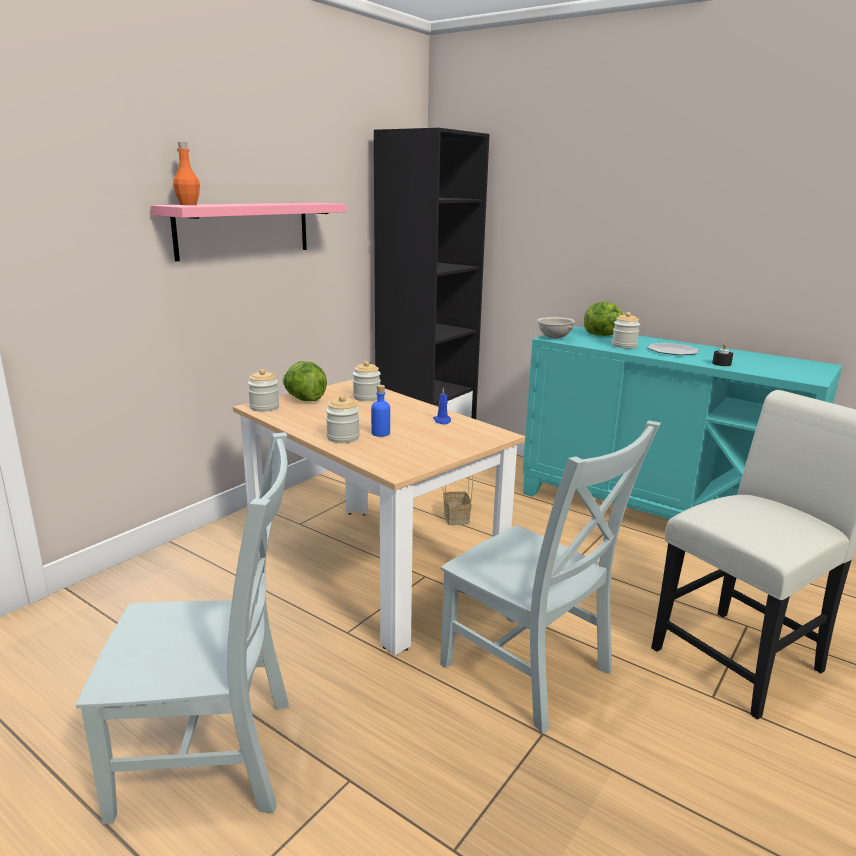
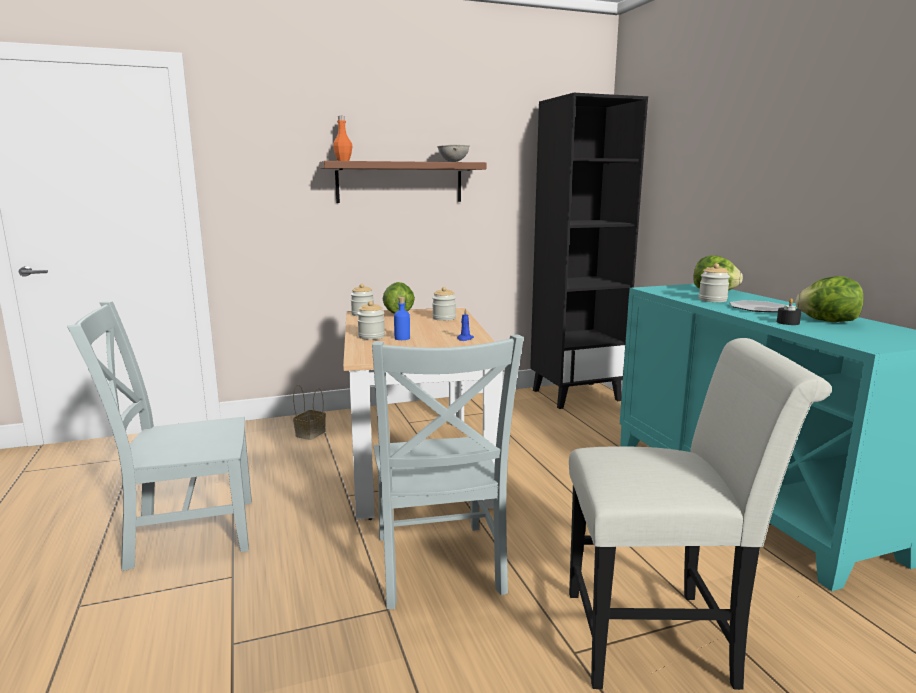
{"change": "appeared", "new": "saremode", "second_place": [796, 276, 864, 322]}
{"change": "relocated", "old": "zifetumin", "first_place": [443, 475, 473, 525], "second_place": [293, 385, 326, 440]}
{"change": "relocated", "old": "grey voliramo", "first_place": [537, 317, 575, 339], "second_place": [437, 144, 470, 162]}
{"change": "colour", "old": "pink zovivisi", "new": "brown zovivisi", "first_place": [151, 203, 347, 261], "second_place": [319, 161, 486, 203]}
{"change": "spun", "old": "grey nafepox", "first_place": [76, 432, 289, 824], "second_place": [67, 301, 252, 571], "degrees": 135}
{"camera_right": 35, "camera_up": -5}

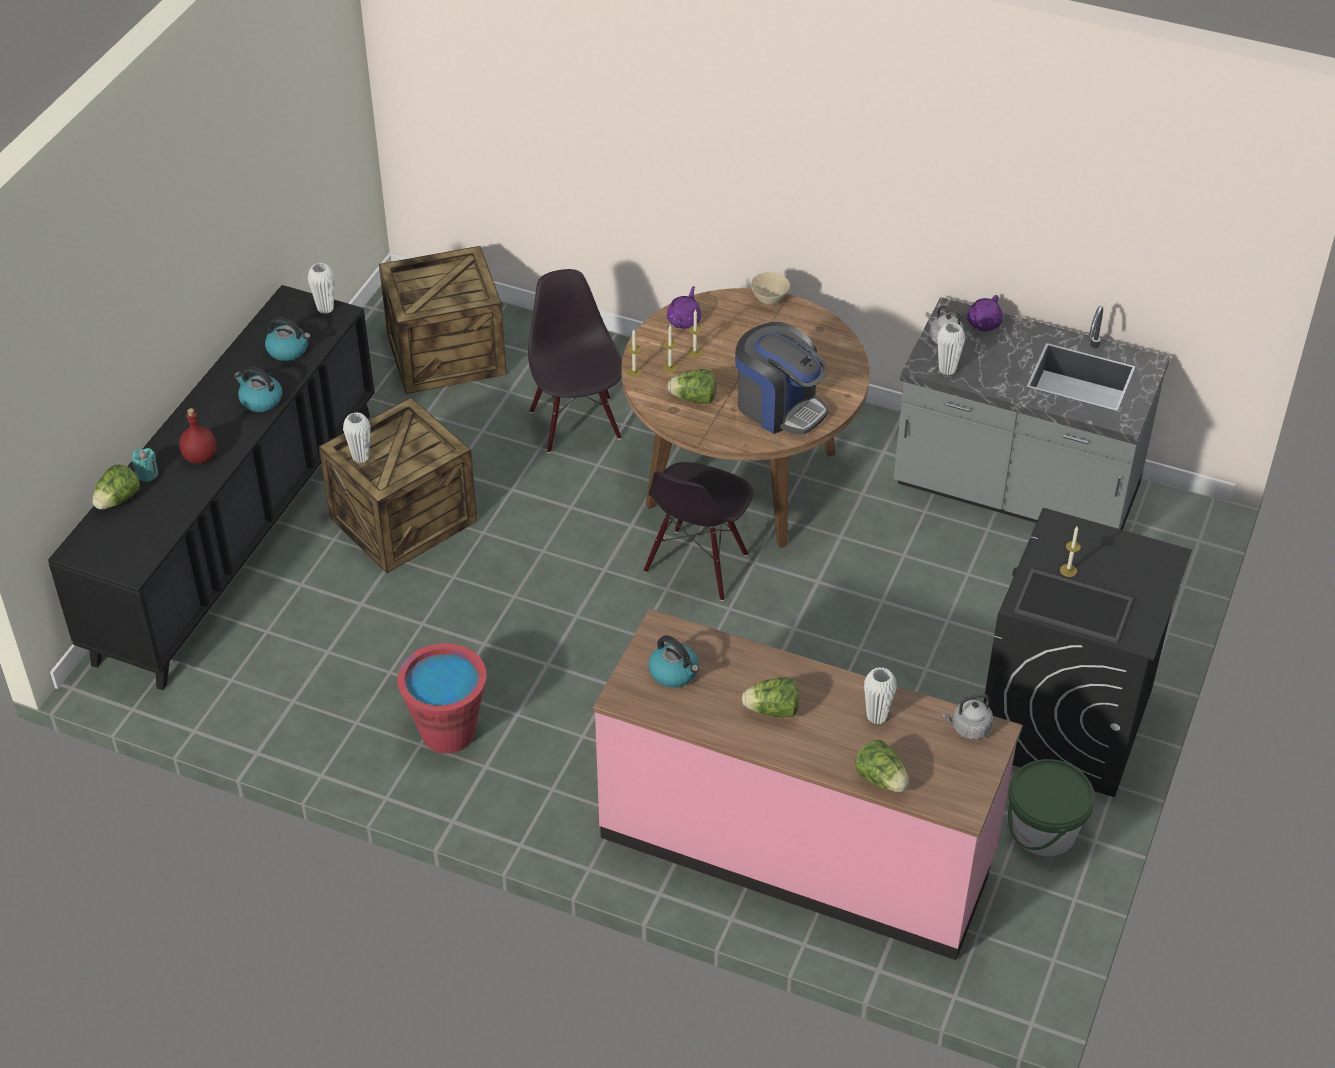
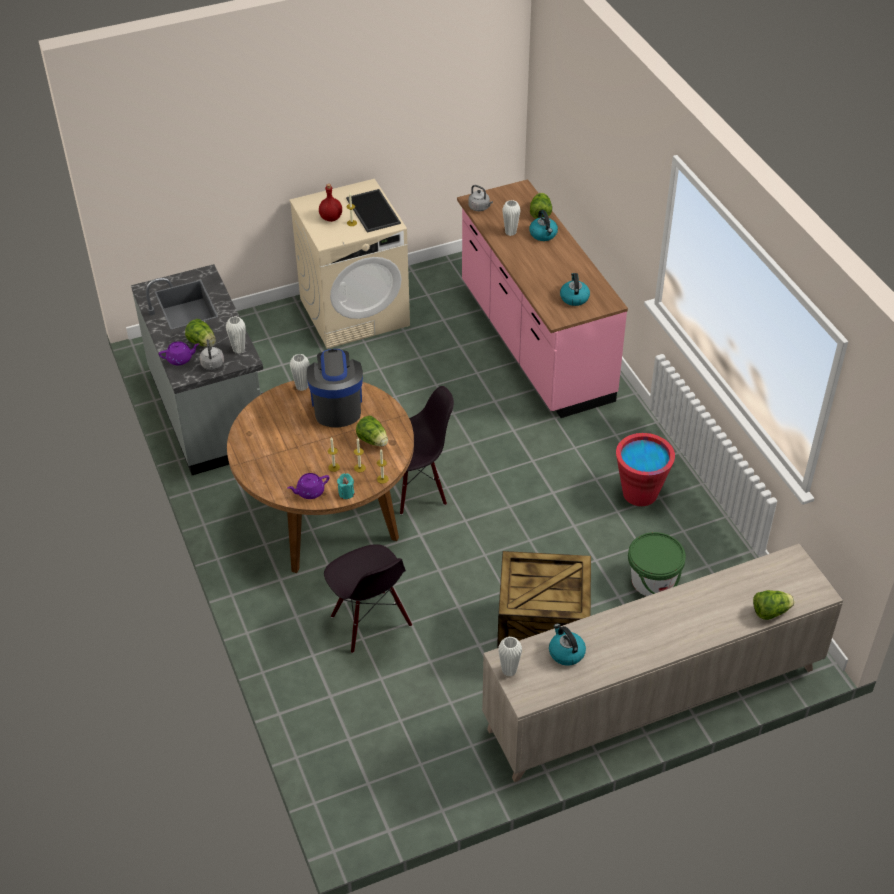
{"change": "missing", "old": "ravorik", "first_place": [379, 246, 507, 394]}
{"change": "missing", "old": "beige voliramo", "first_place": [751, 272, 790, 305]}
{"change": "relocated", "old": "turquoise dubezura", "first_place": [132, 448, 158, 482], "second_place": [337, 473, 355, 499]}
{"change": "relocated", "old": "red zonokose", "first_place": [179, 408, 217, 464], "second_place": [319, 184, 342, 222]}
{"change": "relocated", "old": "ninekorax", "first_place": [234, 367, 282, 412], "second_place": [529, 210, 558, 241]}
{"change": "relocated", "old": "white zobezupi", "first_place": [343, 412, 371, 464], "second_place": [290, 354, 310, 391]}
{"change": "relocated", "old": "saremode", "first_place": [742, 677, 799, 717], "second_place": [185, 319, 216, 347]}
{"change": "relocated", "old": "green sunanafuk", "first_place": [1008, 759, 1095, 856], "second_place": [628, 532, 686, 596]}
{"change": "colour", "old": "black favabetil", "new": "beige favabetil", "first_place": [48, 285, 375, 690], "second_place": [482, 543, 843, 782]}
{"change": "colour", "old": "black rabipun", "new": "beige rabipun", "first_place": [983, 508, 1192, 797], "second_place": [289, 179, 410, 349]}
{"change": "spun", "old": "black nafepox", "first_place": [528, 269, 622, 453], "second_place": [324, 544, 412, 653], "degrees": -60}
{"camera_right": -135, "camera_up": 0}

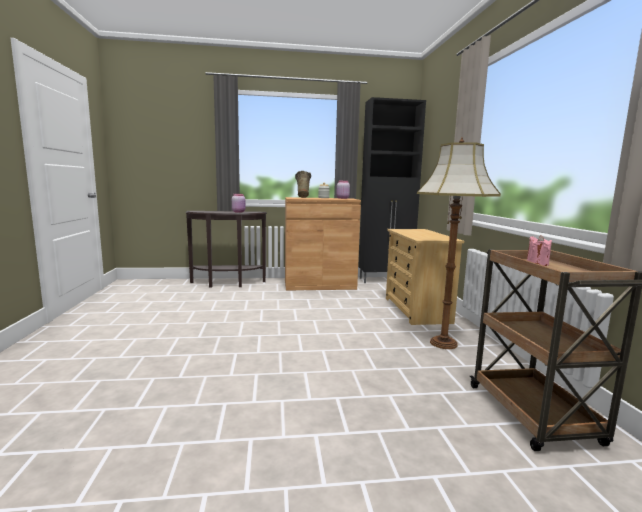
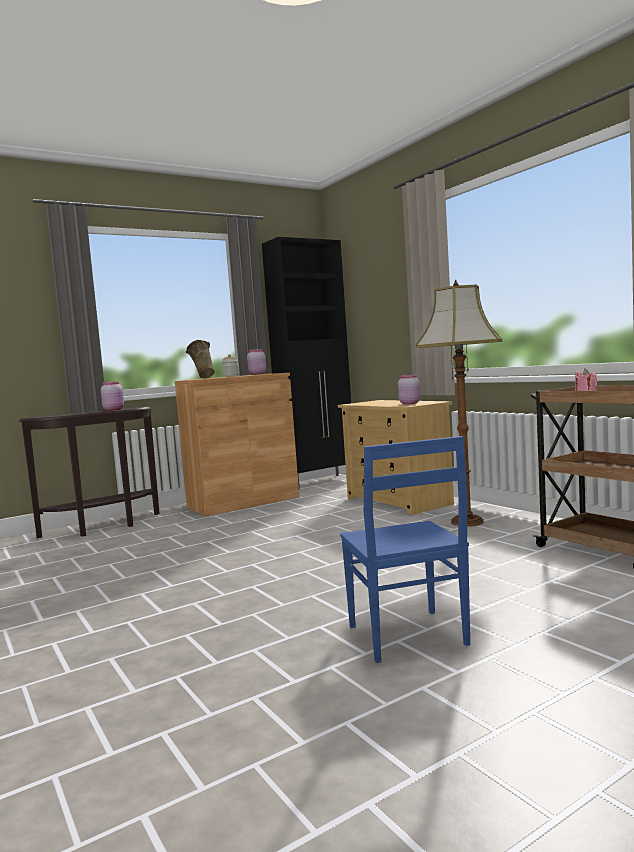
{"change": "appeared", "new": "blue nafepox", "second_place": [340, 436, 470, 663]}
{"change": "appeared", "new": "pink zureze", "second_place": [398, 374, 420, 404]}
{"camera_right": -25, "camera_up": -5}

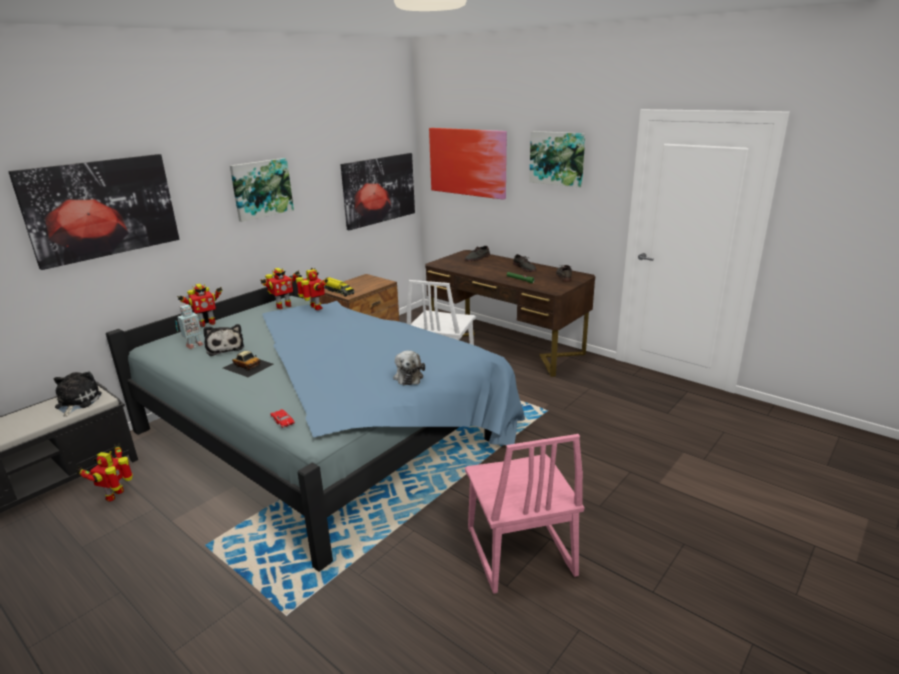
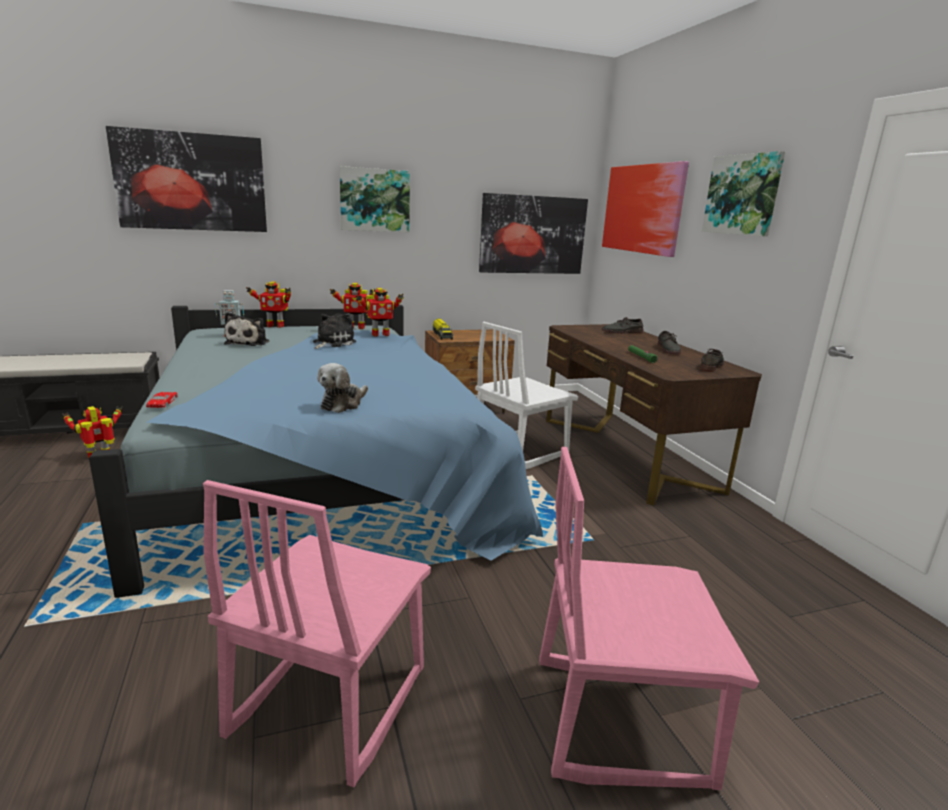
{"change": "missing", "old": "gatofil", "first_place": [223, 351, 274, 377]}
{"change": "appeared", "new": "pink nafepox", "second_place": [539, 447, 759, 790]}
{"change": "relocated", "old": "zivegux", "first_place": [54, 372, 102, 417], "second_place": [313, 313, 356, 349]}
{"change": "spun", "old": "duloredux", "first_place": [296, 268, 328, 310], "second_place": [356, 288, 404, 337], "degrees": 75}
{"camera_right": 30, "camera_up": -5}

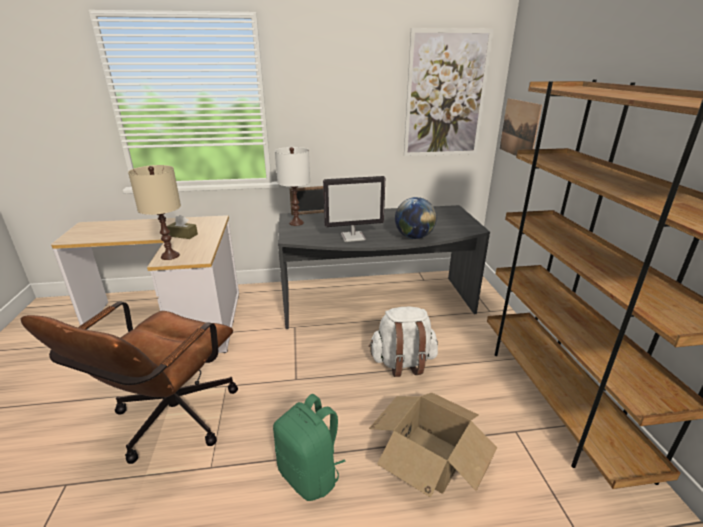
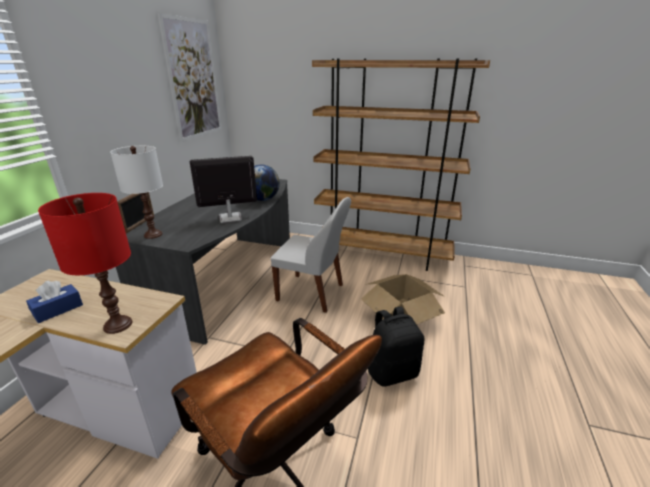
{"change": "missing", "old": "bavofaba", "first_place": [500, 98, 542, 156]}
{"change": "exchanged", "old": "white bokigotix", "new": "white nafepox", "first_place": [369, 307, 438, 377], "second_place": [270, 197, 351, 313]}
{"change": "colour", "old": "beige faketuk", "new": "red faketuk", "first_place": [128, 165, 181, 260], "second_place": [38, 193, 133, 334]}
{"change": "colour", "old": "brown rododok", "new": "blue rododok", "first_place": [167, 215, 198, 239], "second_place": [26, 281, 83, 323]}
{"change": "colour", "old": "green bokigotix", "new": "black bokigotix", "first_place": [273, 394, 346, 501], "second_place": [368, 306, 424, 387]}
{"change": "spun", "old": "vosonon", "first_place": [323, 176, 385, 242], "second_place": [190, 156, 257, 223], "degrees": -120}
{"camera_right": -65, "camera_up": 0}

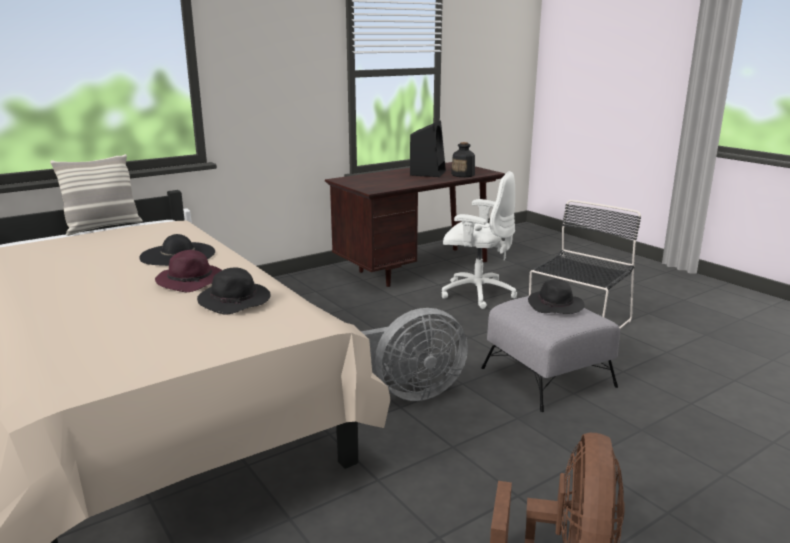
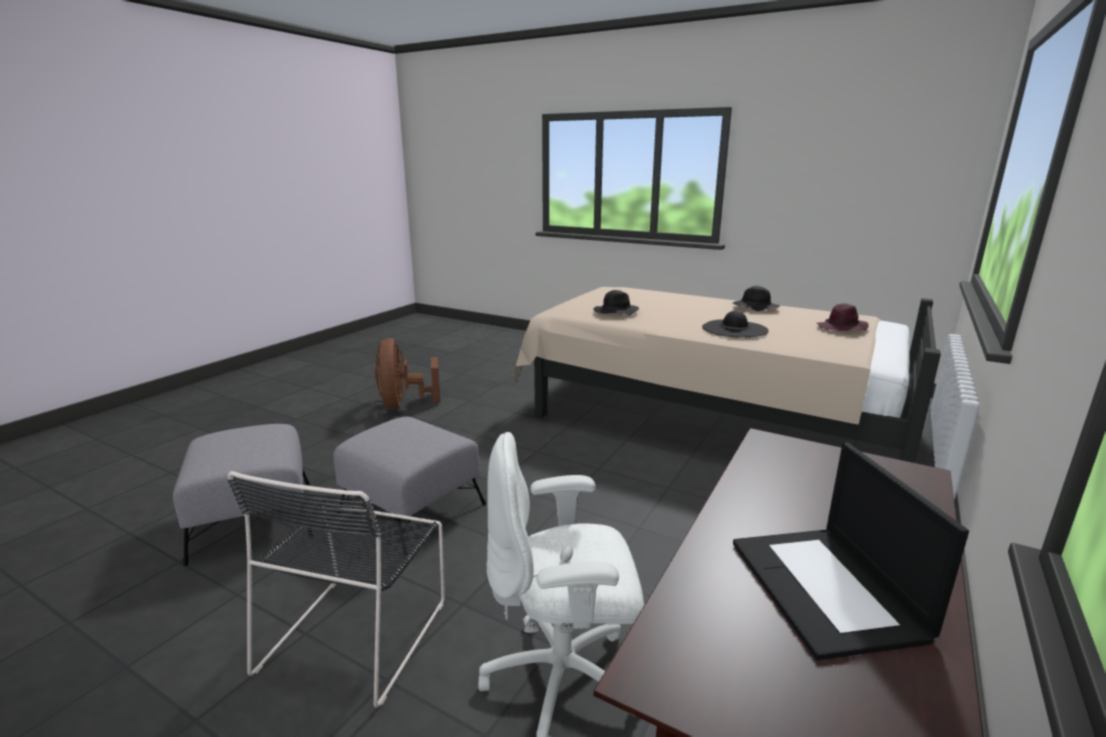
{"change": "missing", "old": "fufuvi", "first_place": [50, 154, 143, 236]}
{"change": "missing", "old": "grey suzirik", "first_place": [361, 308, 468, 401]}
{"change": "missing", "old": "zonokose", "first_place": [451, 142, 475, 177]}
{"change": "appeared", "new": "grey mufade", "second_place": [173, 424, 313, 566]}
{"change": "relocated", "old": "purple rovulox", "first_place": [155, 250, 222, 292], "second_place": [817, 304, 869, 331]}
{"change": "relocated", "old": "black rovulox", "first_place": [528, 279, 584, 314], "second_place": [732, 286, 780, 311]}
{"change": "exchanged", "old": "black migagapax", "new": "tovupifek", "first_place": [410, 120, 446, 177], "second_place": [733, 442, 969, 660]}
{"camera_right": 155, "camera_up": 0}

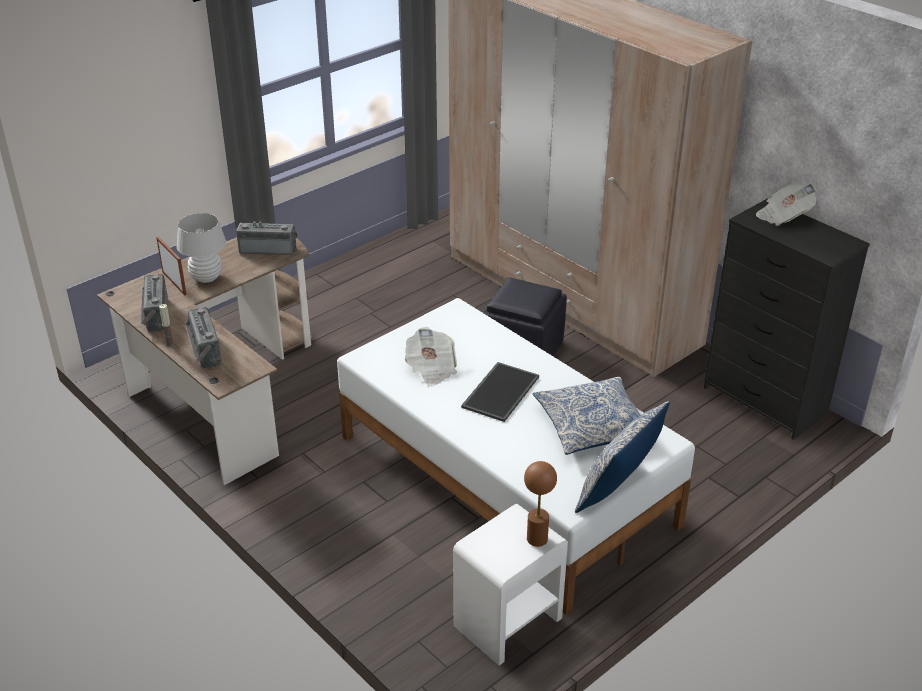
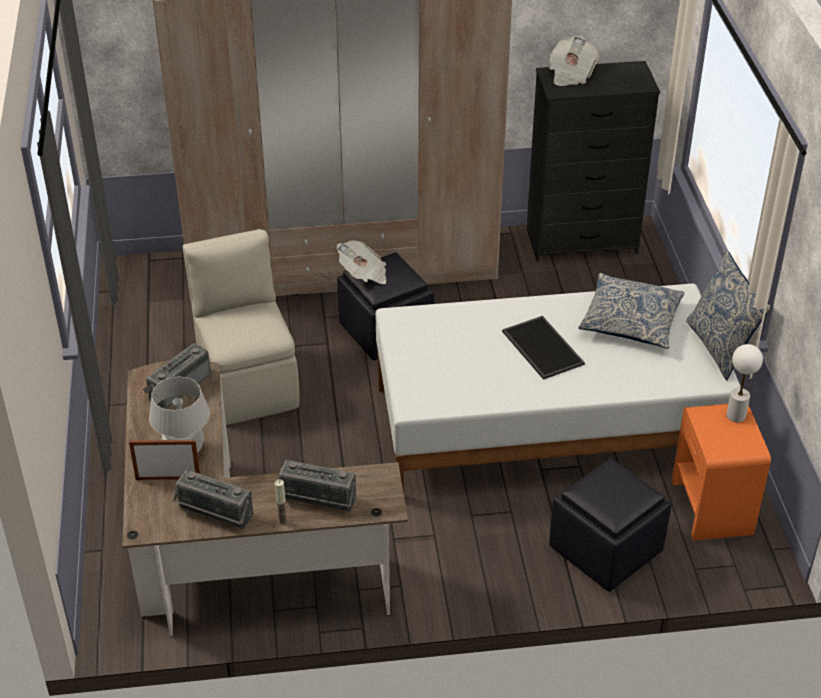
{"change": "appeared", "new": "beige nafepox", "second_place": [183, 229, 299, 425]}
{"change": "appeared", "new": "black mufade", "second_place": [549, 458, 671, 592]}
{"change": "relocated", "old": "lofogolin", "first_place": [405, 327, 457, 386], "second_place": [337, 240, 386, 284]}
{"change": "colour", "old": "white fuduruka", "new": "orange fuduruka", "first_place": [453, 504, 568, 666], "second_place": [672, 404, 771, 541]}
{"change": "colour", "old": "brown faketuk", "new": "white faketuk", "first_place": [524, 461, 557, 547], "second_place": [726, 344, 763, 422]}
{"camera_right": -55, "camera_up": 5}

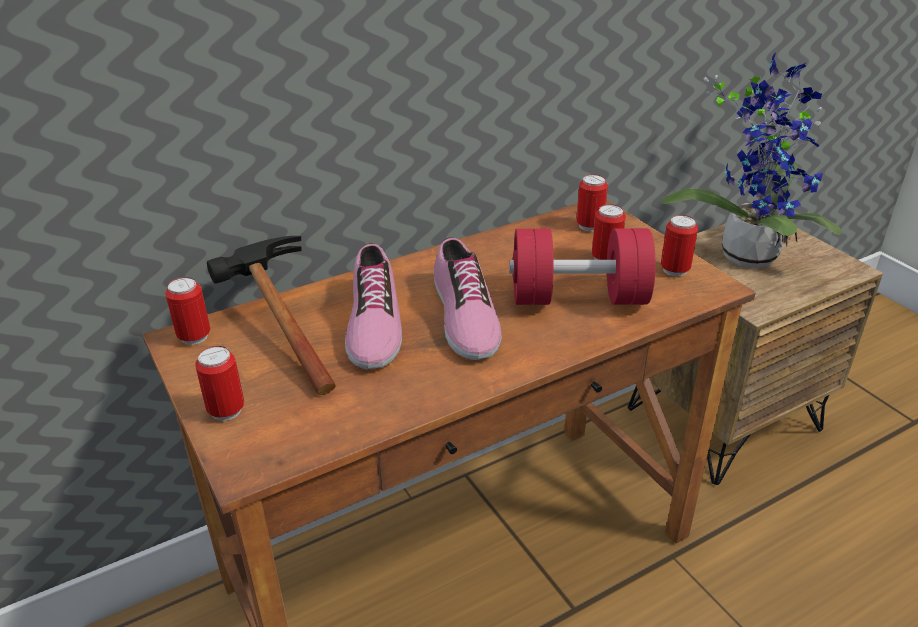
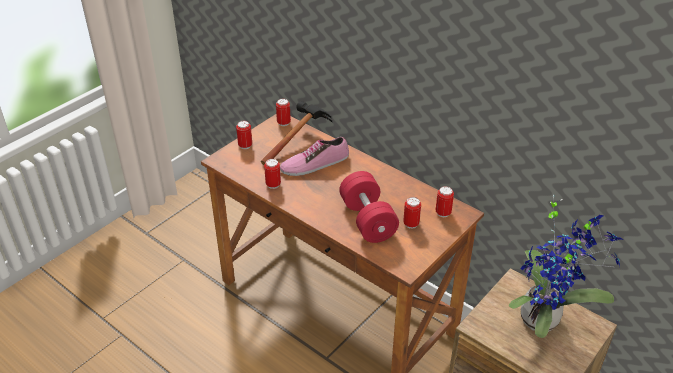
{"change": "missing", "old": "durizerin", "first_place": [434, 237, 502, 360]}
{"change": "relocated", "old": "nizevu", "first_place": [661, 215, 698, 277], "second_place": [264, 159, 281, 189]}
{"camera_right": 70, "camera_up": 5}

